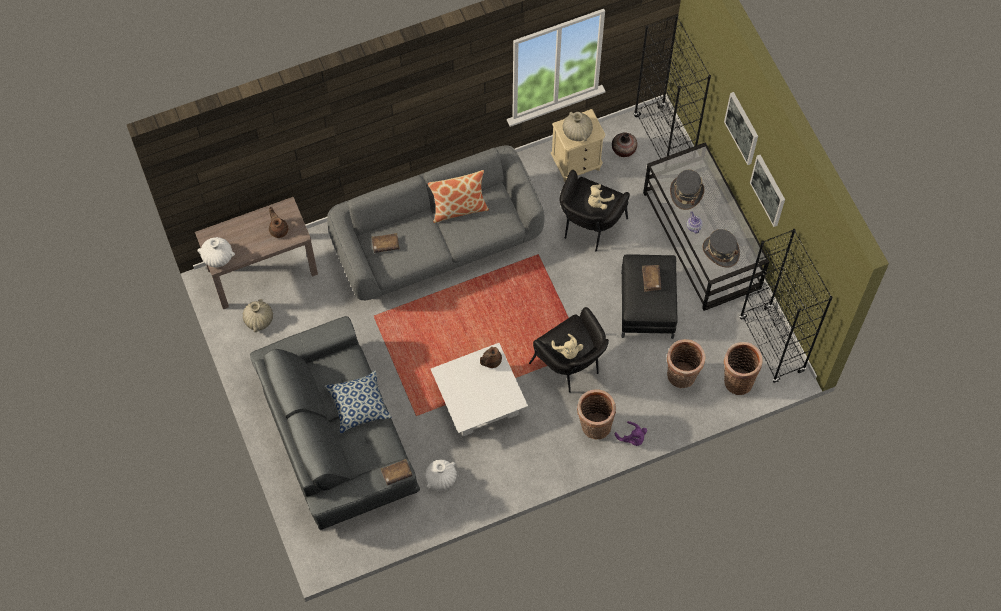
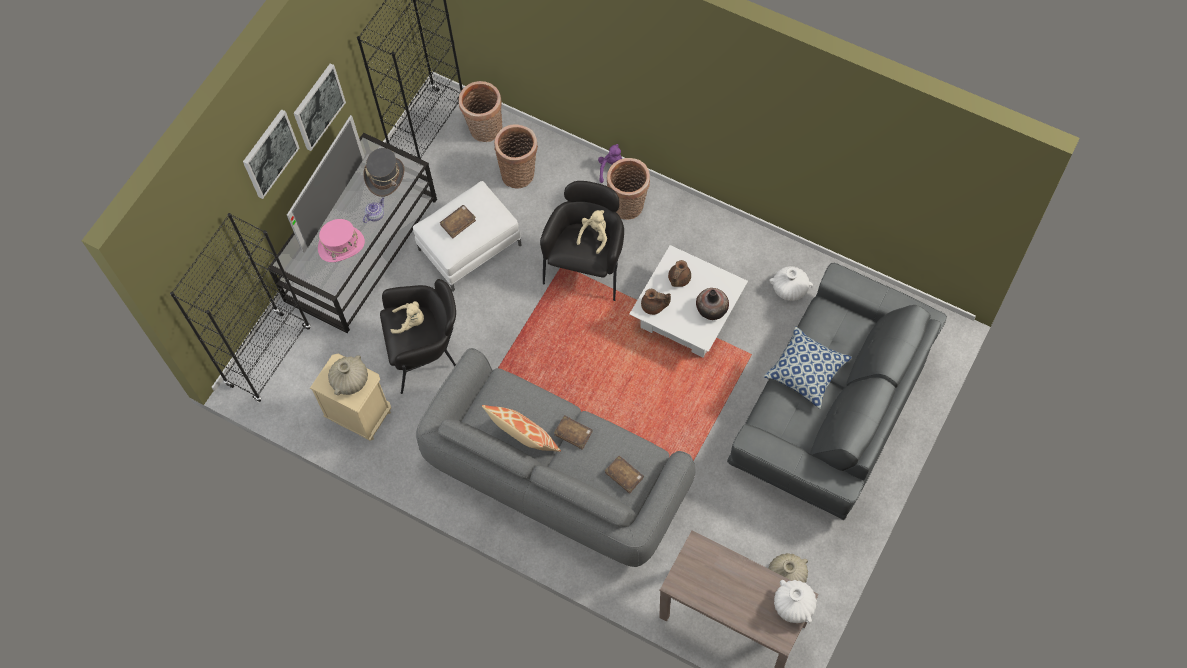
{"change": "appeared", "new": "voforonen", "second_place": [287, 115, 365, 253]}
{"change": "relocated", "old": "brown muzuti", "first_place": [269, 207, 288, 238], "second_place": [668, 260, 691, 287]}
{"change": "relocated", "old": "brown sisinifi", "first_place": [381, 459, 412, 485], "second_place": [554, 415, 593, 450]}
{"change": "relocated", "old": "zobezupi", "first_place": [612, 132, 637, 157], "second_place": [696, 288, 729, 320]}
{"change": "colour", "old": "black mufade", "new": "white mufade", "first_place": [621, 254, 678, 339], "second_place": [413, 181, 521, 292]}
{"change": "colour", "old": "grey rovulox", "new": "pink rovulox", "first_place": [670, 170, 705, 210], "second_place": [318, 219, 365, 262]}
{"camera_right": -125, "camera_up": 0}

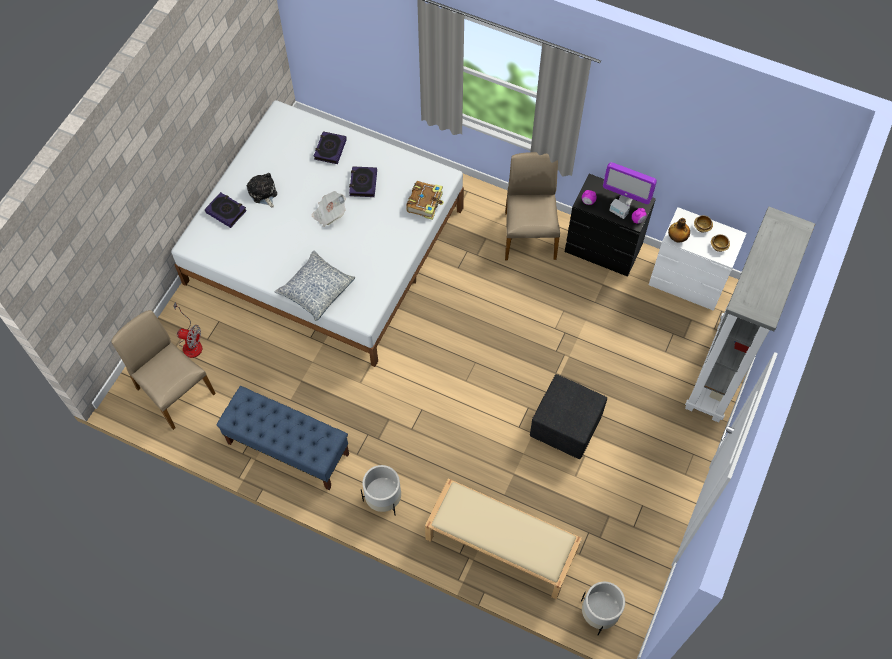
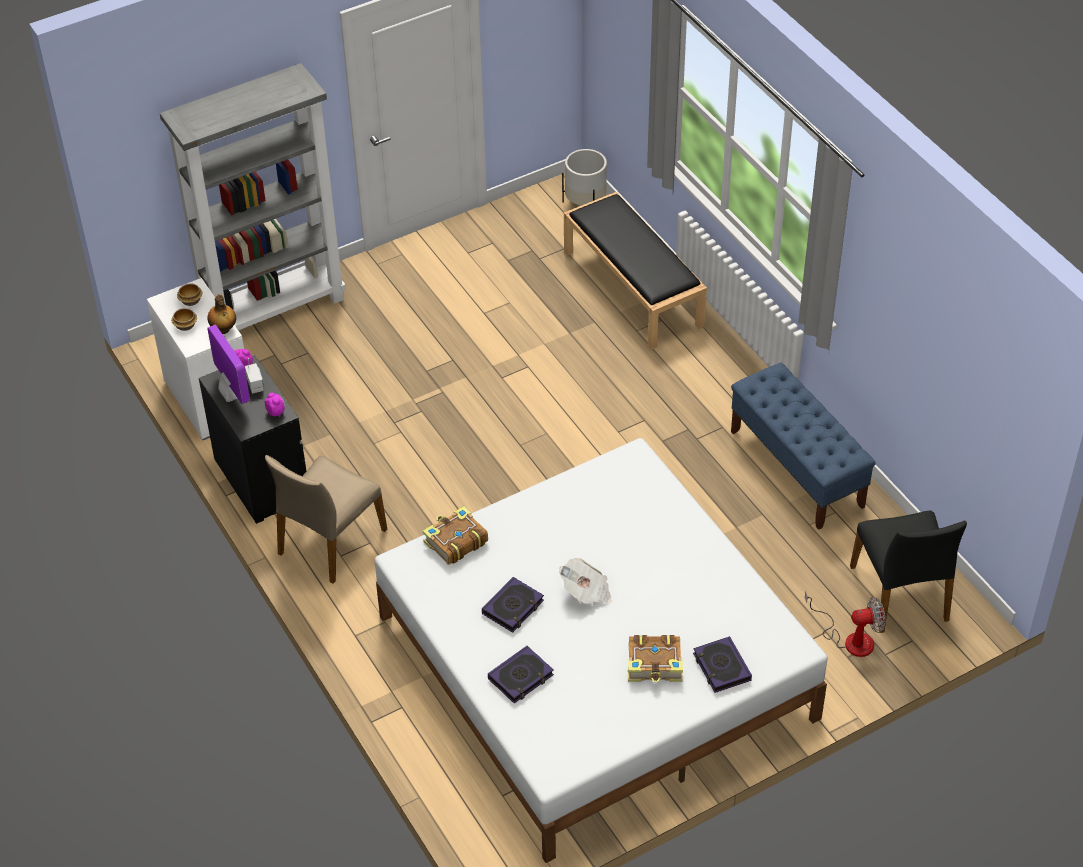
{"change": "missing", "old": "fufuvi", "first_place": [275, 251, 355, 321]}
{"change": "missing", "old": "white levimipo", "first_place": [361, 465, 401, 515]}
{"change": "missing", "old": "black mufade", "first_place": [530, 374, 607, 459]}
{"change": "exchanged", "old": "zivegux", "new": "sisinifi", "first_place": [247, 173, 277, 208], "second_place": [628, 635, 683, 682]}
{"change": "colour", "old": "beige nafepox", "new": "black nafepox", "first_place": [111, 310, 216, 430], "second_place": [850, 511, 967, 633]}
{"change": "colour", "old": "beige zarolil", "new": "black zarolil", "first_place": [425, 478, 582, 600], "second_place": [564, 192, 707, 350]}
{"change": "spun", "old": "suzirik", "first_place": [174, 302, 202, 358], "second_place": [805, 591, 885, 657], "degrees": 120}
{"camera_right": -145, "camera_up": -15}

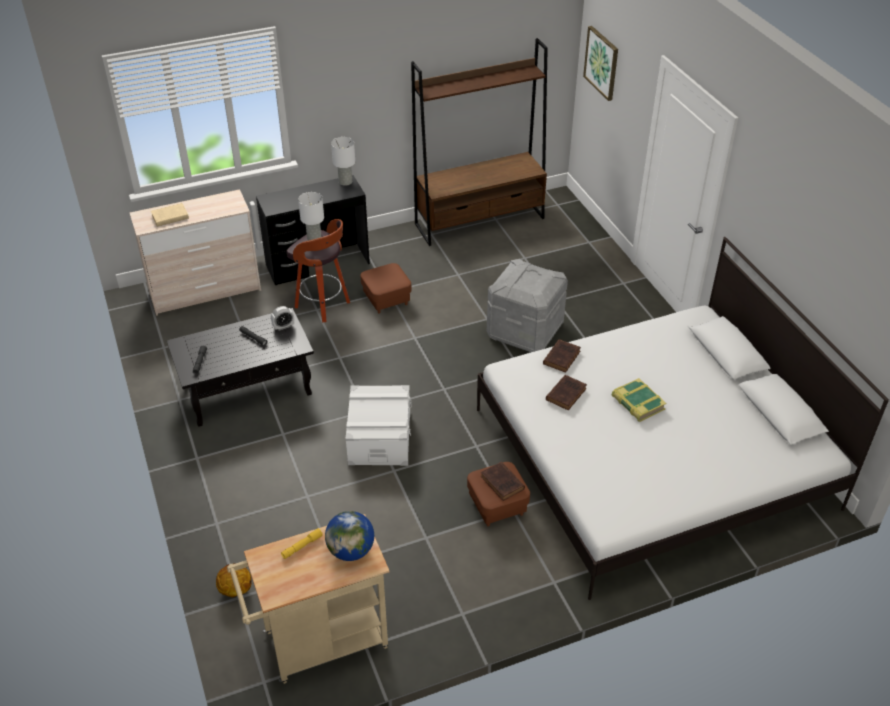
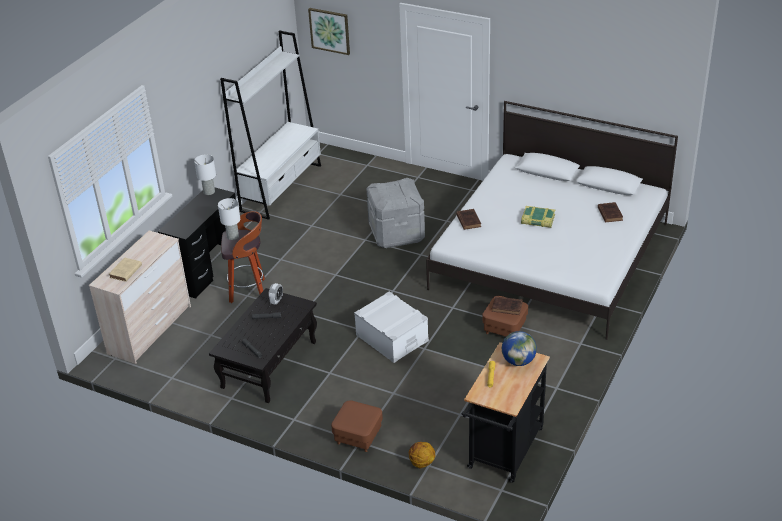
{"change": "relocated", "old": "brown mufade", "first_place": [360, 263, 411, 314], "second_place": [331, 400, 383, 452]}
{"change": "relocated", "old": "brown sisinifi", "first_place": [546, 375, 587, 410], "second_place": [598, 202, 623, 223]}
{"change": "colour", "old": "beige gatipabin", "new": "black gatipabin", "first_place": [227, 514, 389, 684], "second_place": [462, 342, 550, 483]}
{"change": "colour", "old": "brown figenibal", "new": "white figenibal", "first_place": [411, 38, 548, 246], "second_place": [220, 30, 321, 220]}
{"camera_right": -40, "camera_up": -5}

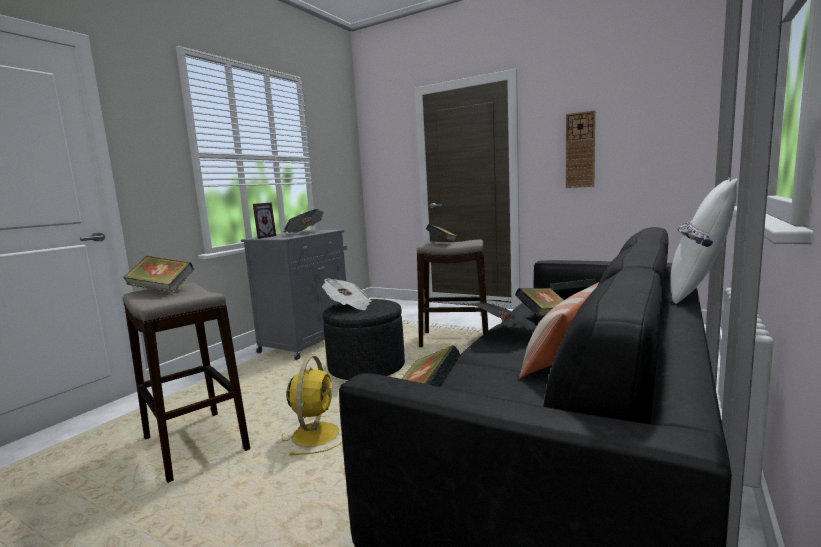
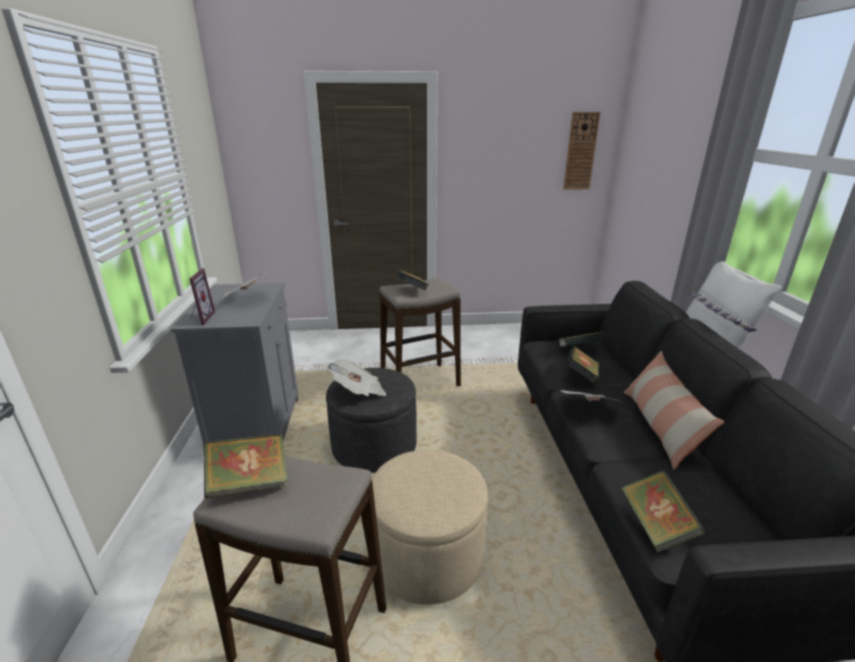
{"change": "relocated", "old": "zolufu", "first_place": [566, 110, 595, 188], "second_place": [563, 112, 601, 190]}
{"change": "exchanged", "old": "yellow suzirik", "new": "beige mufade", "first_place": [282, 356, 342, 455], "second_place": [372, 450, 488, 605]}
{"camera_right": -35, "camera_up": 15}

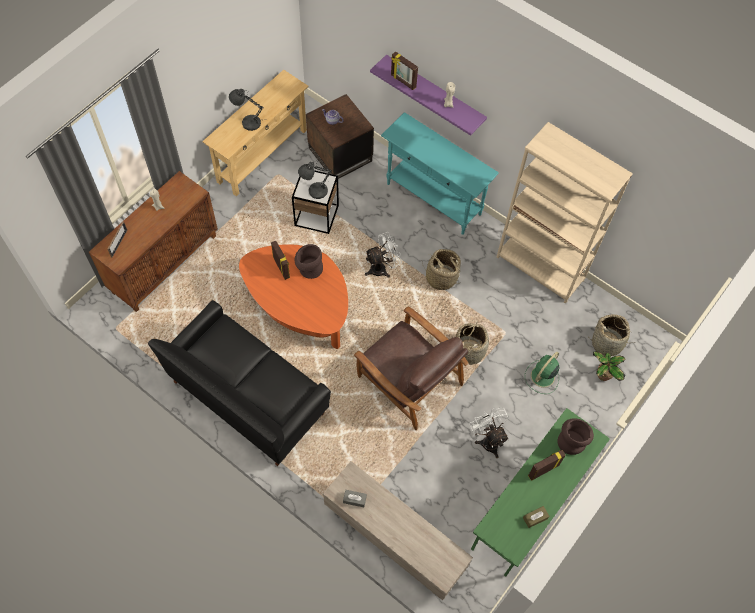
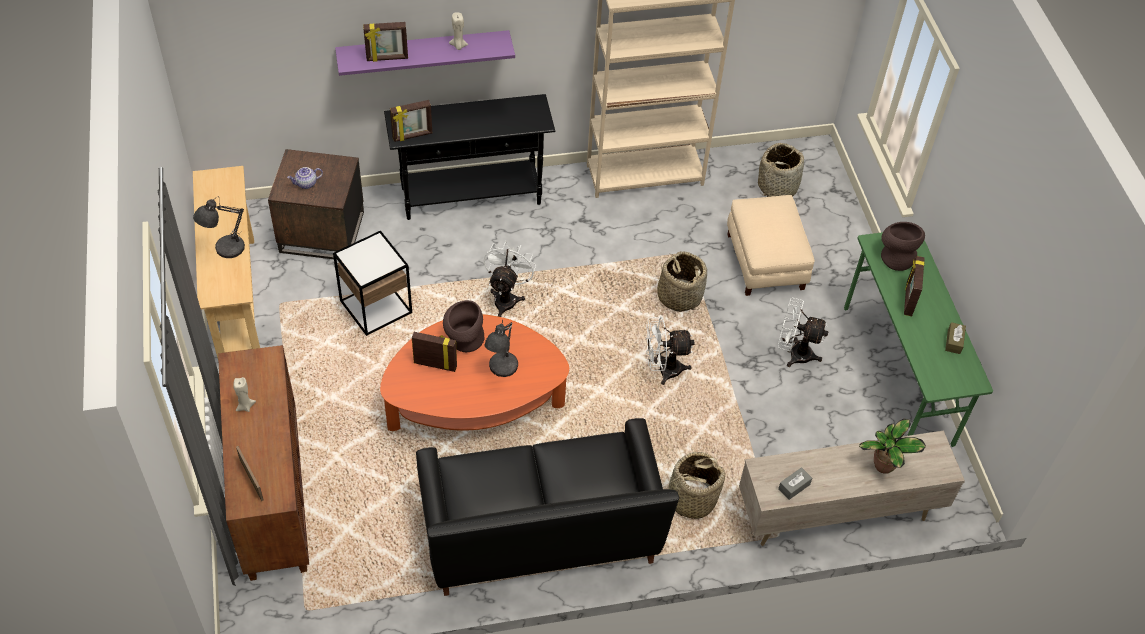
{"change": "appeared", "new": "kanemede", "second_place": [390, 100, 432, 142]}
{"change": "relocated", "old": "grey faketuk", "first_place": [298, 162, 331, 199], "second_place": [485, 320, 518, 377]}
{"change": "relocated", "old": "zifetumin", "first_place": [422, 249, 462, 290], "second_place": [668, 452, 725, 519]}
{"change": "relocated", "old": "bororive", "first_place": [593, 352, 625, 381], "second_place": [859, 419, 926, 474]}
{"change": "exchanged", "old": "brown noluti", "new": "white suzirik", "first_place": [354, 307, 468, 430], "second_place": [646, 317, 695, 385]}
{"change": "exchanged", "old": "green suzirik", "new": "beige mufade", "first_place": [525, 352, 560, 394], "second_place": [727, 195, 815, 296]}
{"change": "colour", "old": "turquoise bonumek", "new": "black bonumek", "first_place": [381, 112, 499, 235], "second_place": [384, 94, 555, 220]}
{"camera_right": -50, "camera_up": -10}

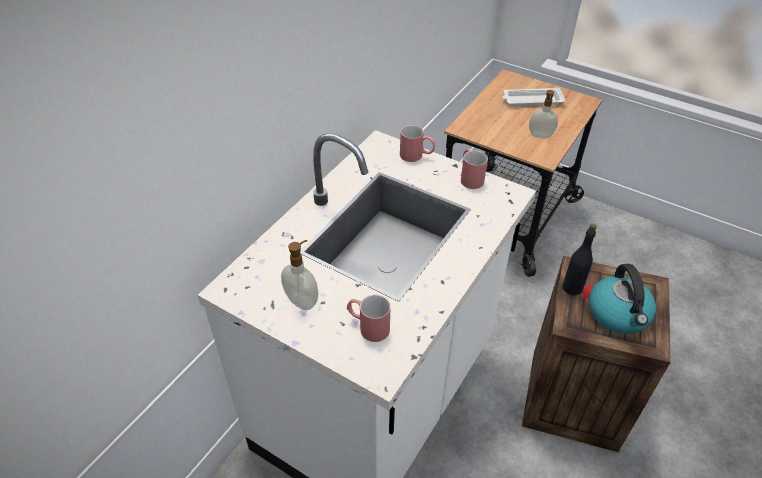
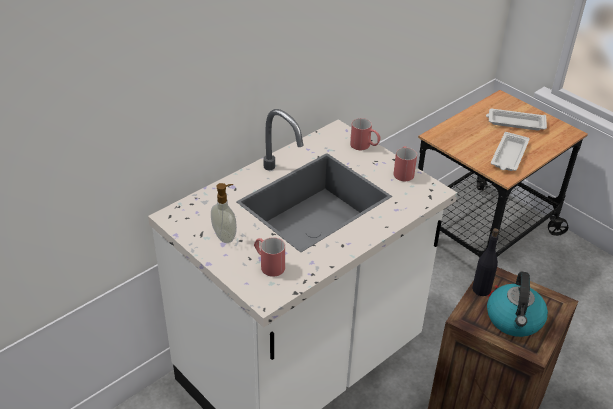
{"change": "exchanged", "old": "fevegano", "new": "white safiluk", "first_place": [529, 90, 558, 138], "second_place": [491, 132, 530, 171]}
{"camera_right": 15, "camera_up": -5}

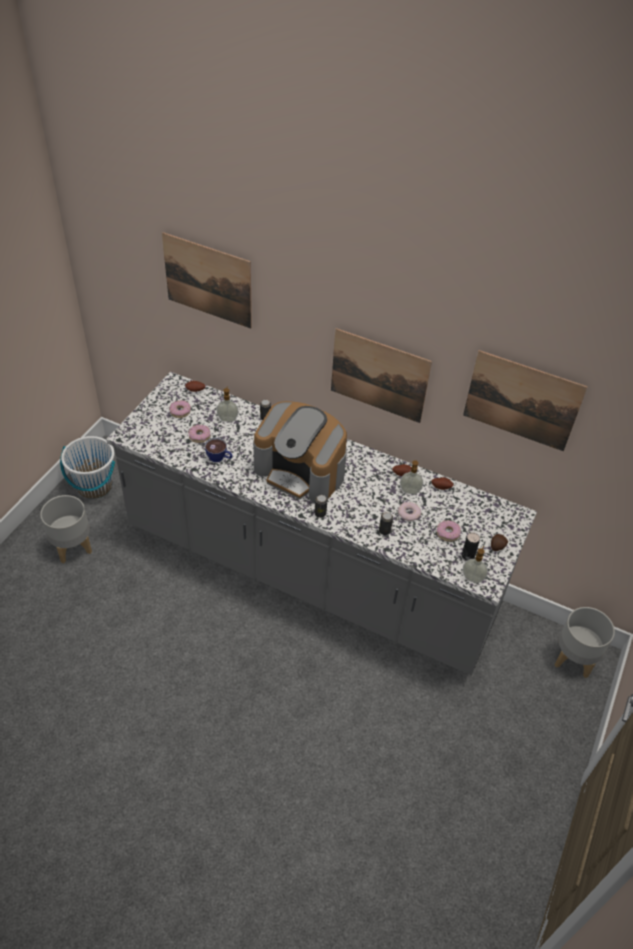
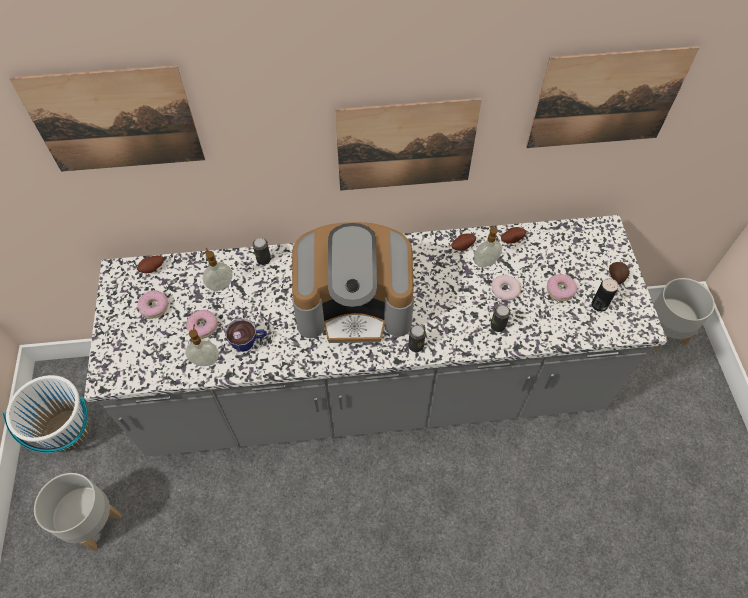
{"change": "relocated", "old": "fevegano", "first_place": [463, 546, 488, 583], "second_place": [185, 324, 219, 366]}
{"camera_right": -30, "camera_up": 10}

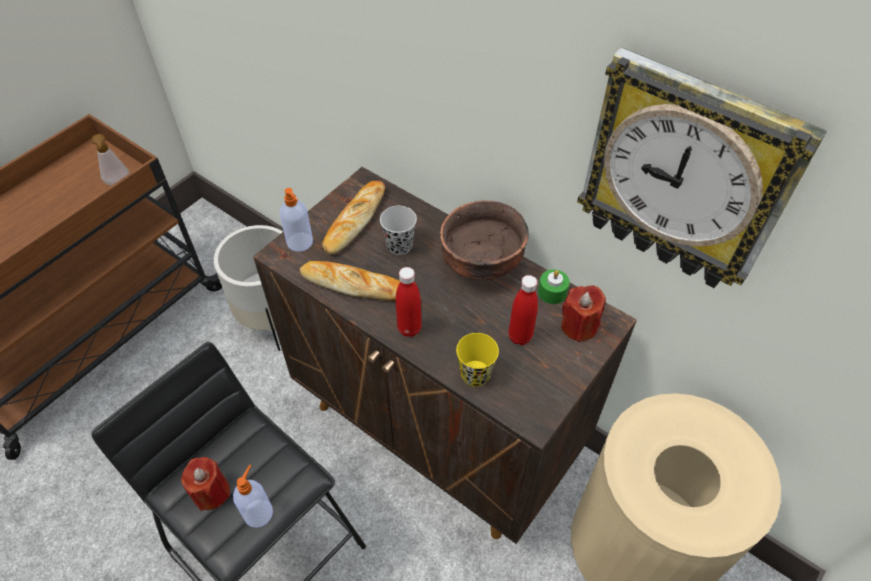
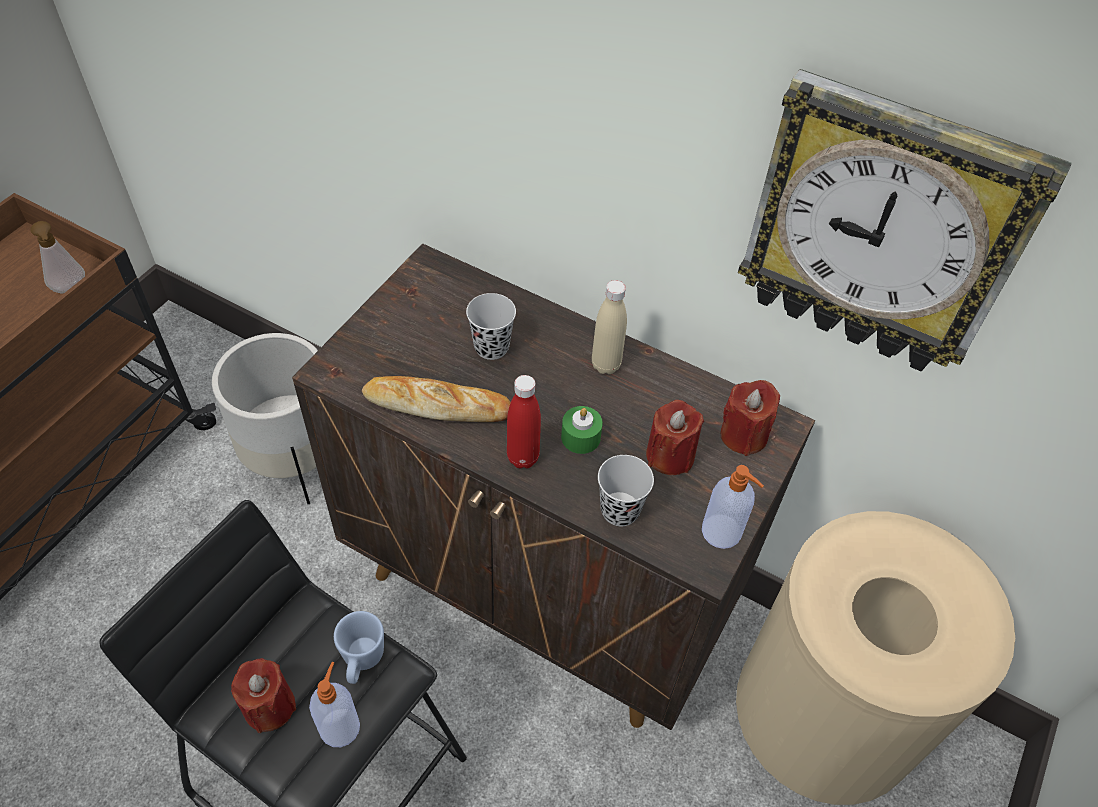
{"change": "missing", "old": "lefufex", "first_place": [322, 181, 385, 255]}
{"change": "appeared", "new": "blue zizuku", "second_place": [334, 611, 384, 684]}
{"change": "relocated", "old": "fevegano", "first_place": [280, 188, 313, 252], "second_place": [702, 465, 764, 549]}
{"change": "relocated", "old": "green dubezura", "first_place": [538, 269, 570, 304], "second_place": [561, 406, 603, 454]}
{"change": "exchanged", "old": "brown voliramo", "new": "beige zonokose", "first_place": [440, 200, 528, 280], "second_place": [592, 280, 627, 374]}
{"change": "exchanged", "old": "red zonokose", "new": "red dubezura", "first_place": [509, 275, 538, 345], "second_place": [646, 400, 704, 475]}
{"change": "colour", "old": "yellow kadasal", "new": "black kadasal", "first_place": [456, 333, 499, 387], "second_place": [598, 455, 654, 526]}
{"camera_right": -10, "camera_up": 0}

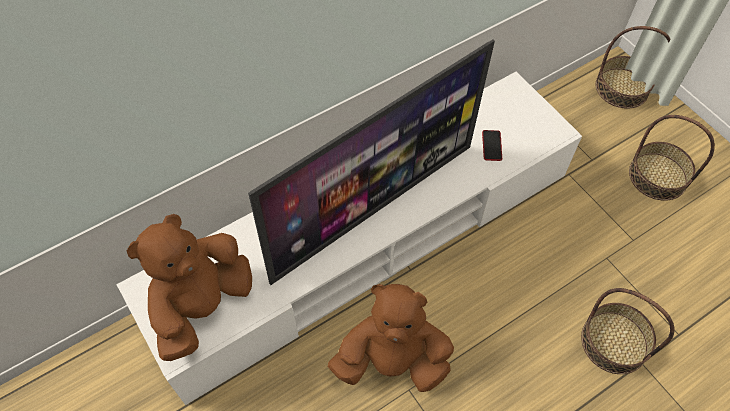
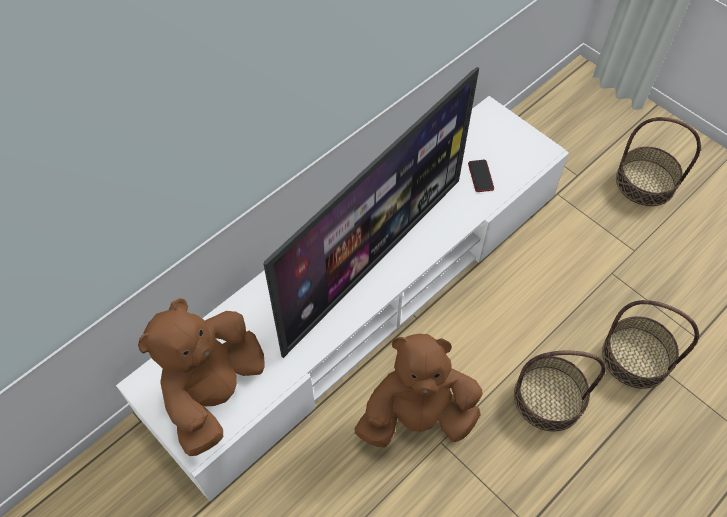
{"change": "relocated", "old": "zifetumin", "first_place": [595, 26, 670, 109], "second_place": [514, 350, 606, 431]}
{"camera_right": -10, "camera_up": 0}

